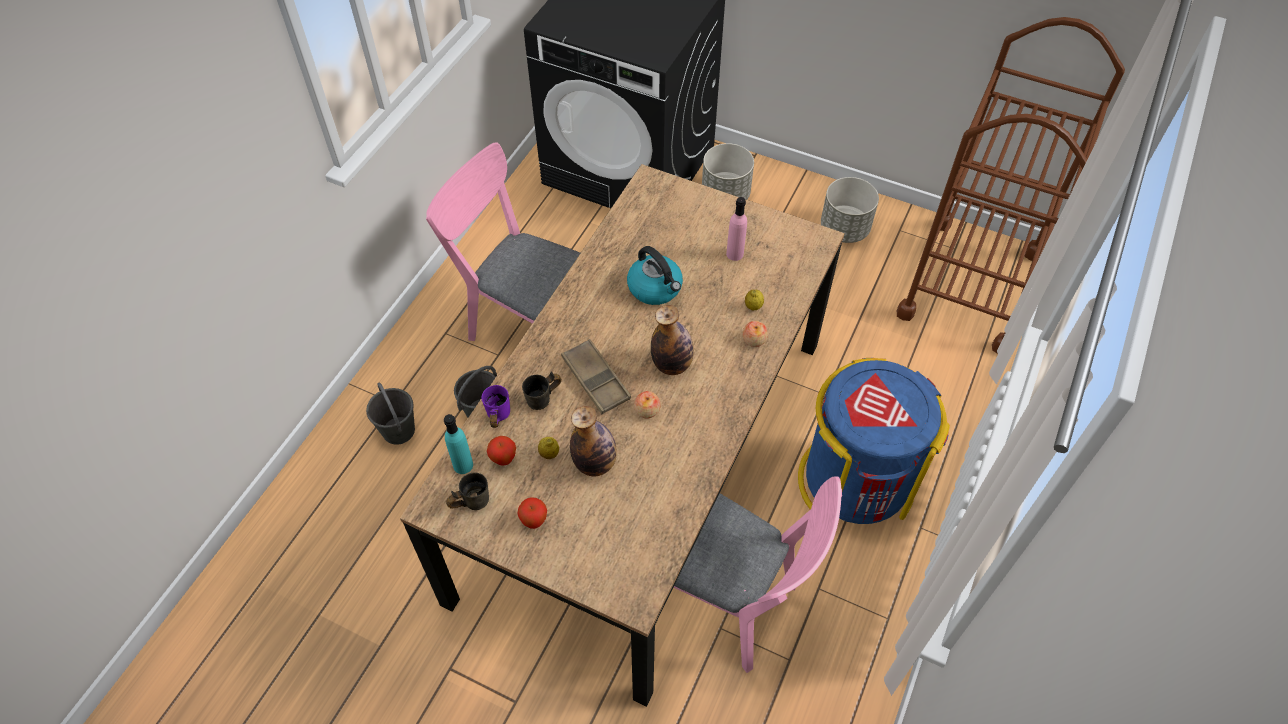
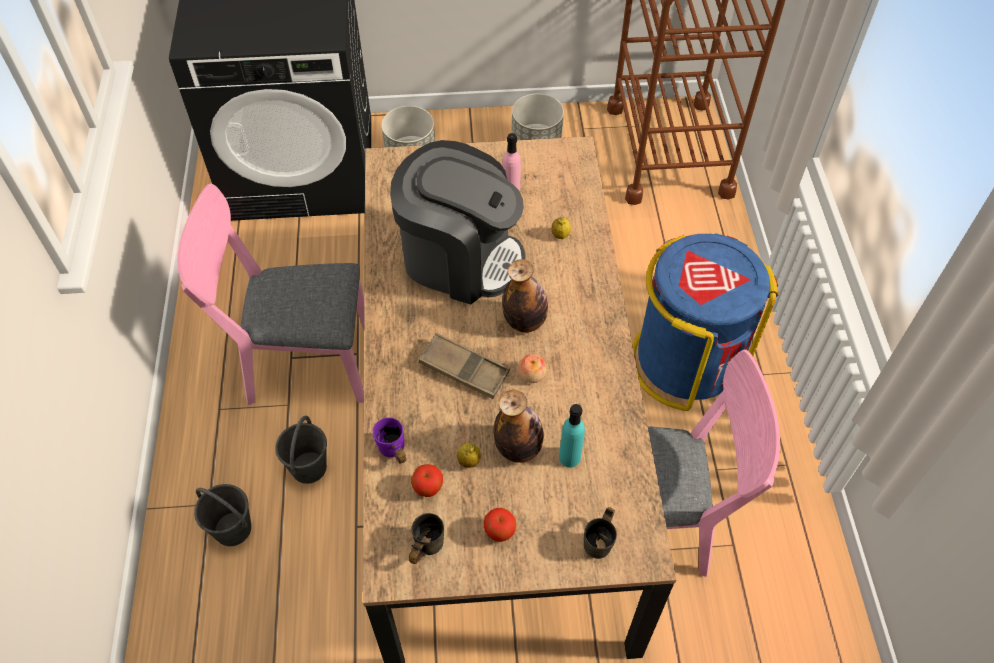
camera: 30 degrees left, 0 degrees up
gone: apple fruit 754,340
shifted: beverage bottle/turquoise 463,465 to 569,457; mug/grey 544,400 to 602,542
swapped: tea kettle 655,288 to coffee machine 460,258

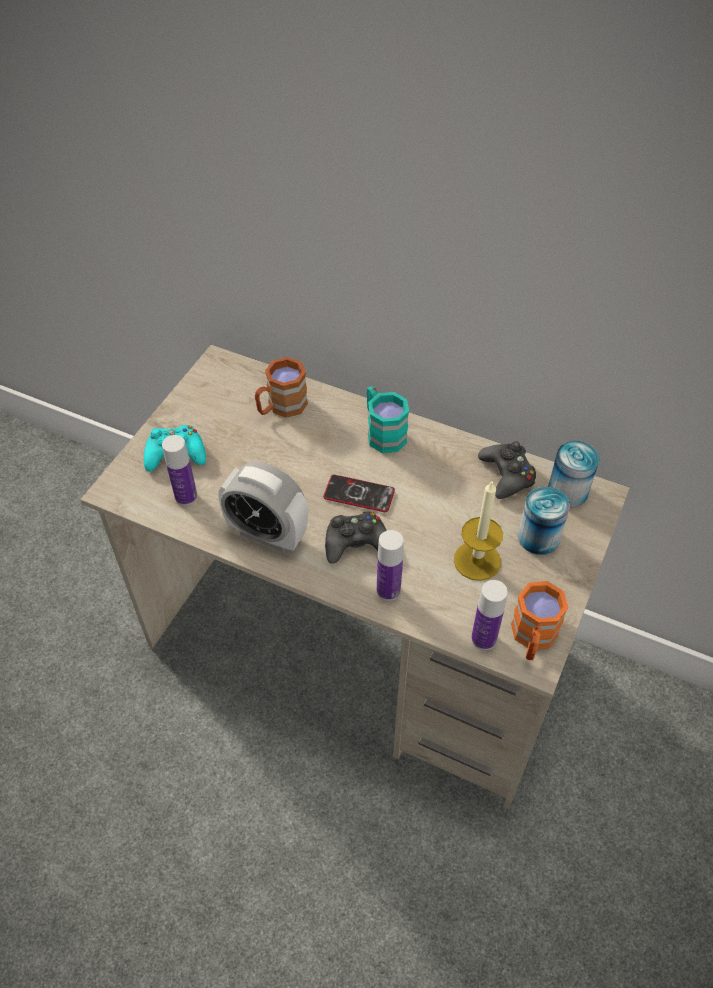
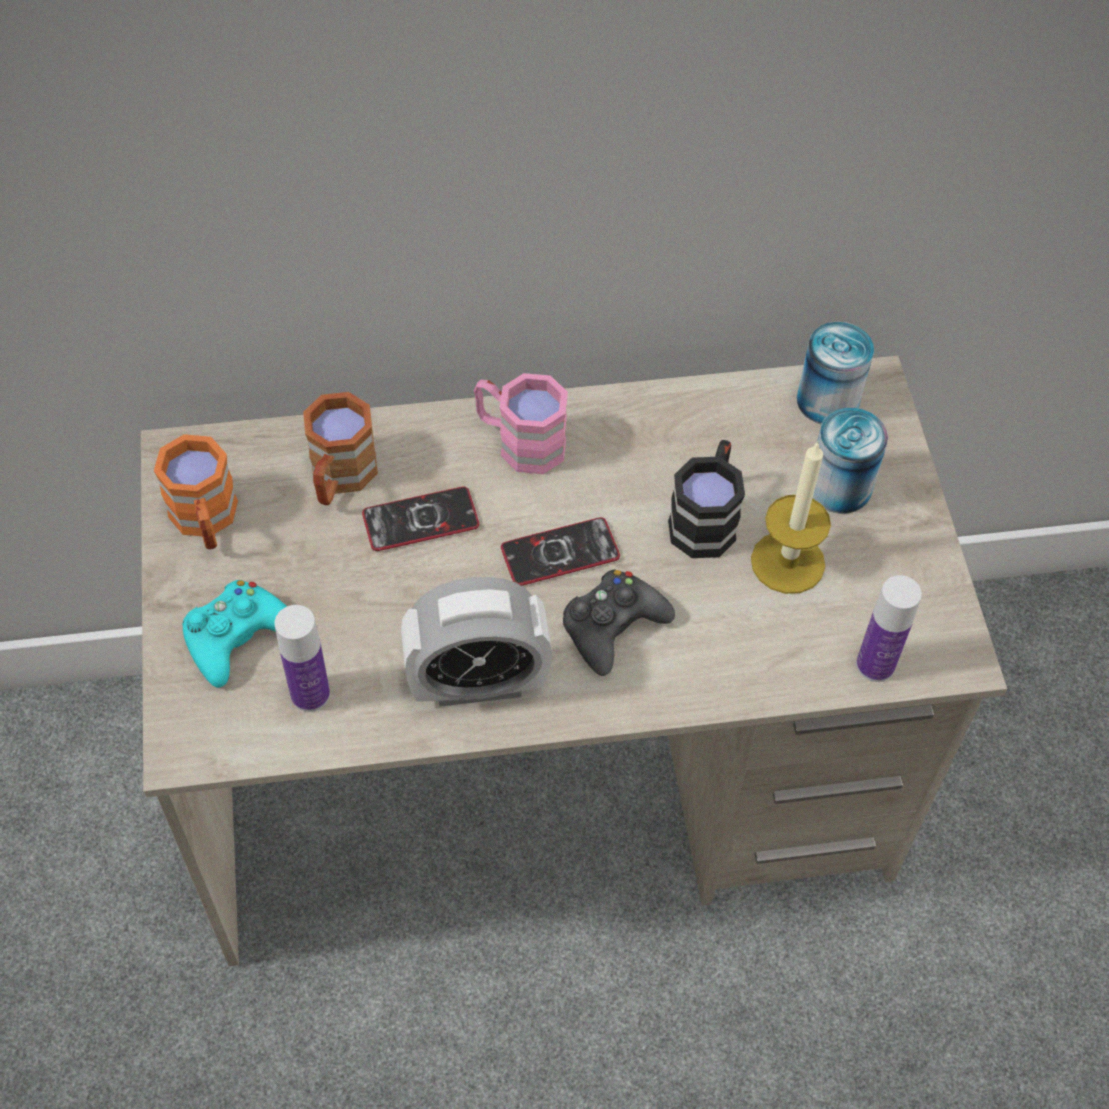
camera: 35 degrees left, 5 degrees up
gone: beverage bottle 388,590; game controller/blackish 507,475
new: phone 420,520; mug/blackish 706,517
shifted: mug/orange-coloured 532,638 to 206,521
repainted: mug/turquoise 382,432 to mug/pink 519,441

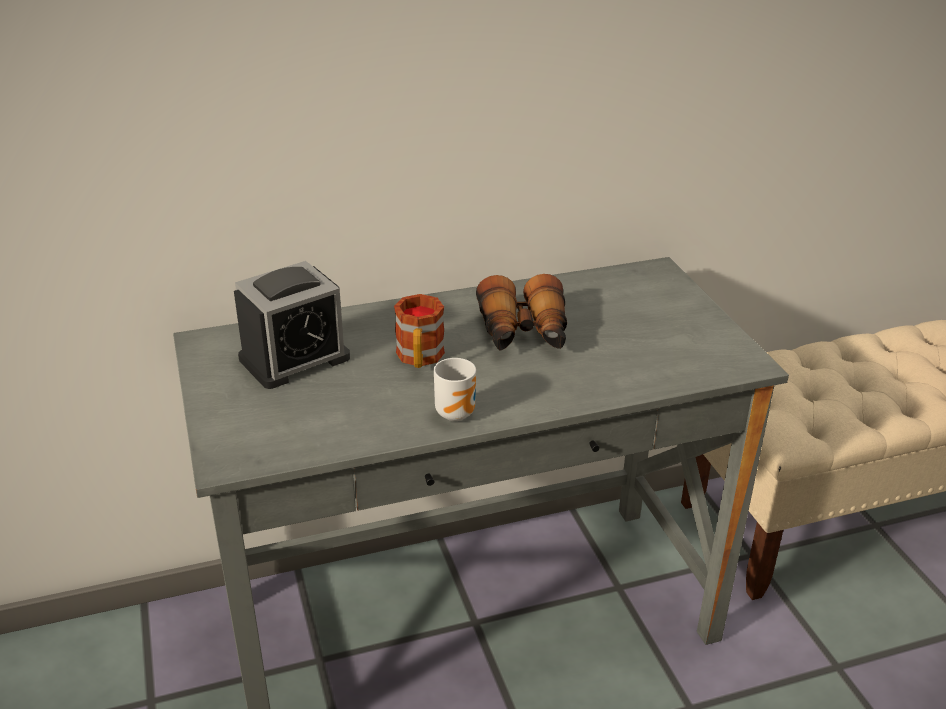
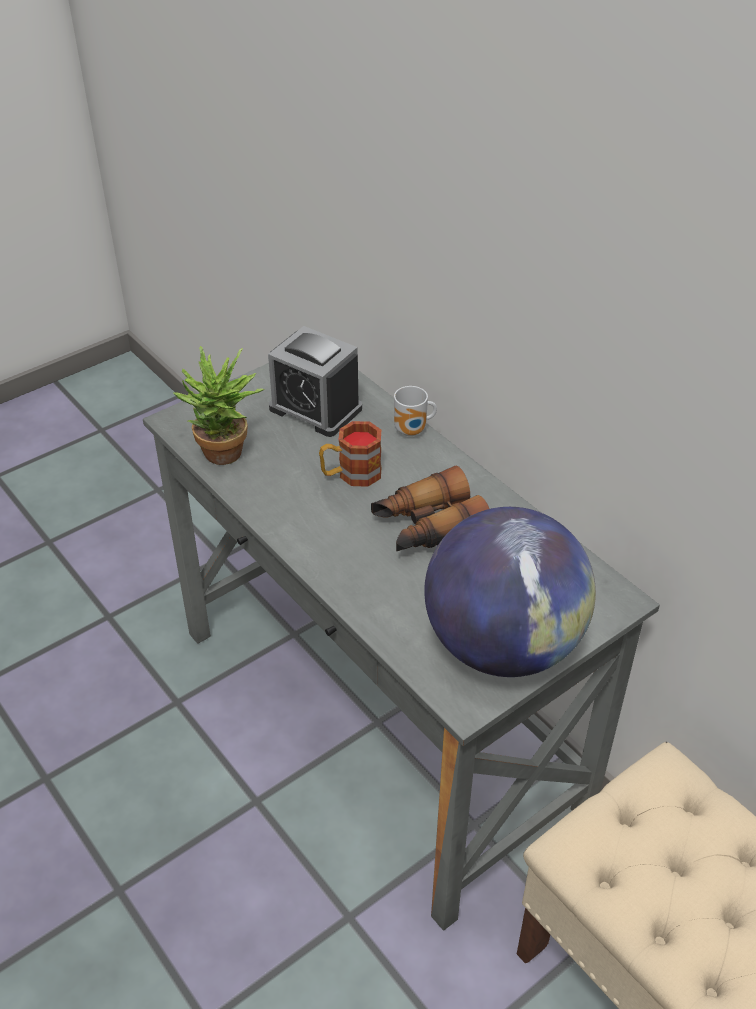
camera: 70 degrees right, 10 degrees up
new: houseplant 226,458; desk globe 502,645
shifted: mug 457,413 to 412,431

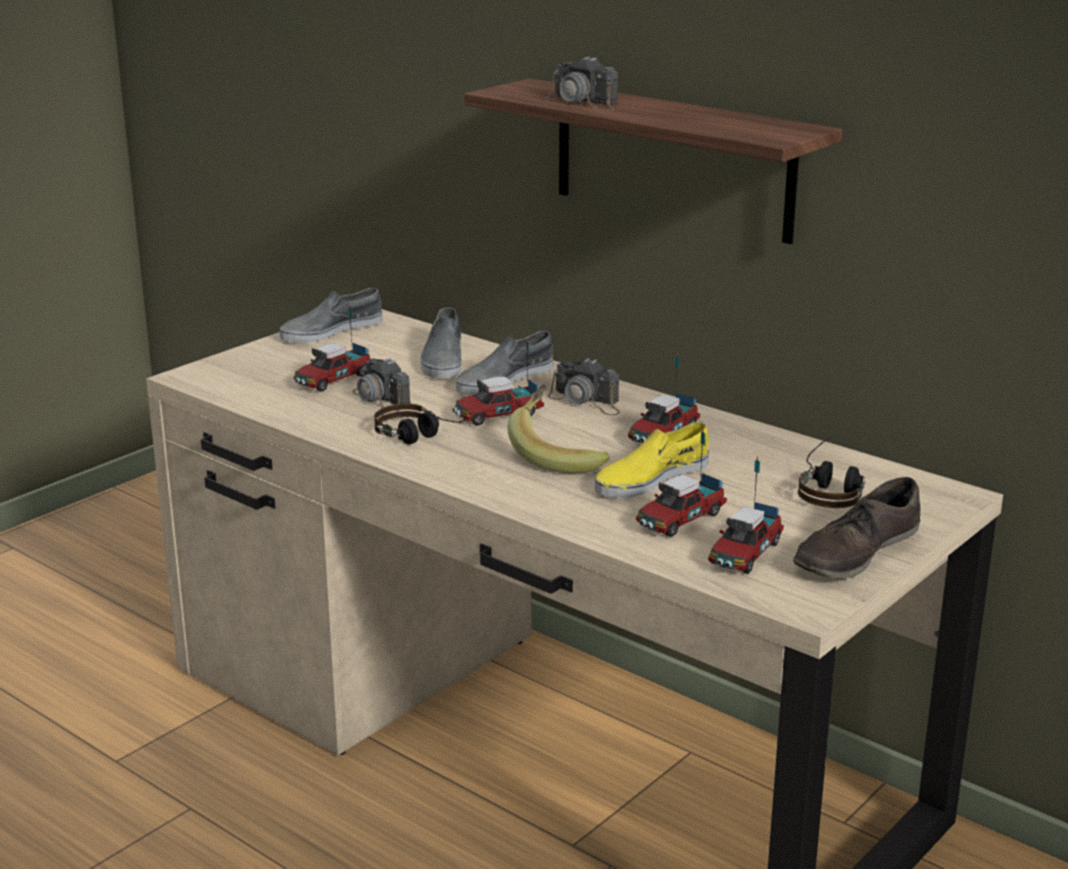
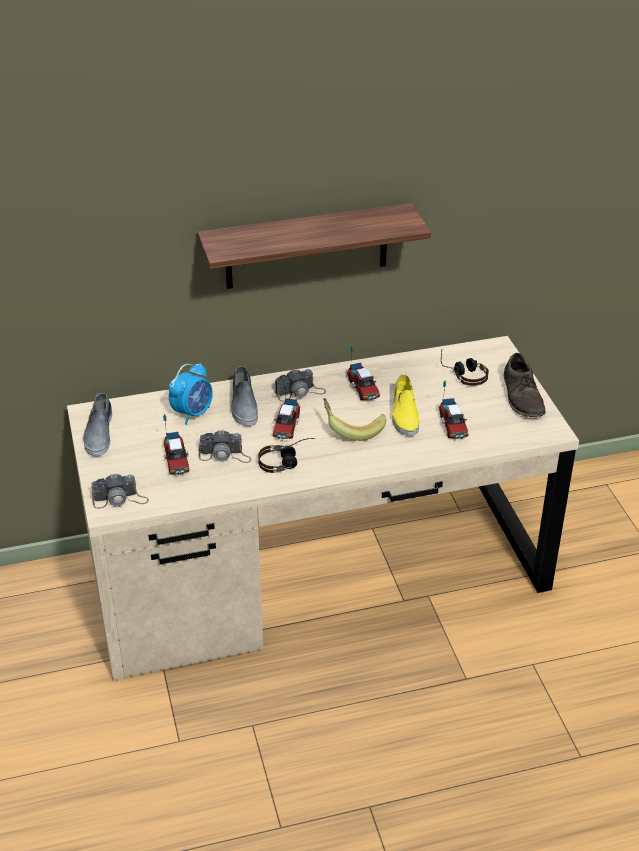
camera: 55 degrees left, 15 degrees up
gone: model truck 745,554
shifted: still camera 584,102 to 120,499
swapped: low shoe/grey 443,360 to table clock 193,413

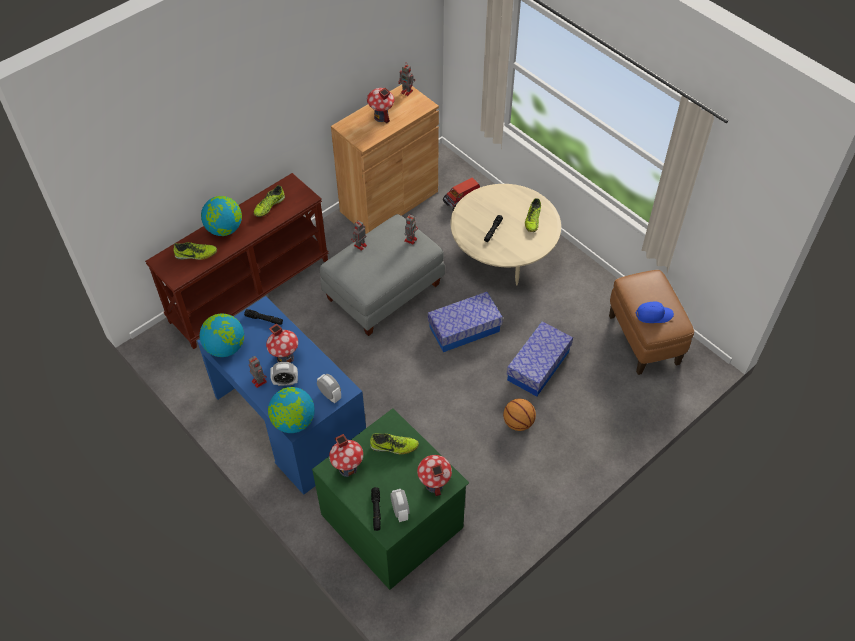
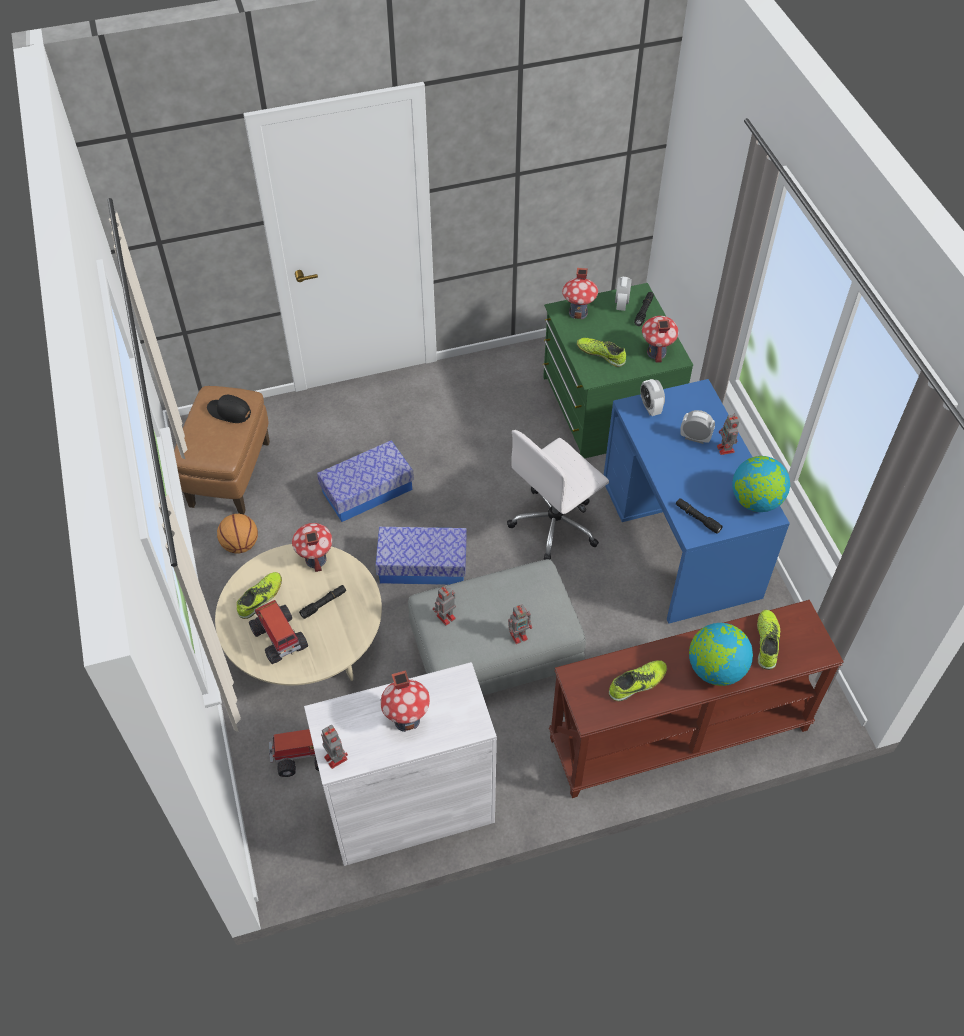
camera: 155 degrees left, 0 degrees up
gone: desk globe 293,422
new: model truck 280,639; desk chair/white-coloured 555,524
shifted: miniature house 285,358 to 315,559; basketball ball 518,422 to 240,545
repainted: cabinet/brown 389,201 to cabinet/white-coloured 410,808; cap/bluish 654,315 to cap/blackish 229,412
rotated: low shoe 196,255 = 767,642 75 degrees clockwise

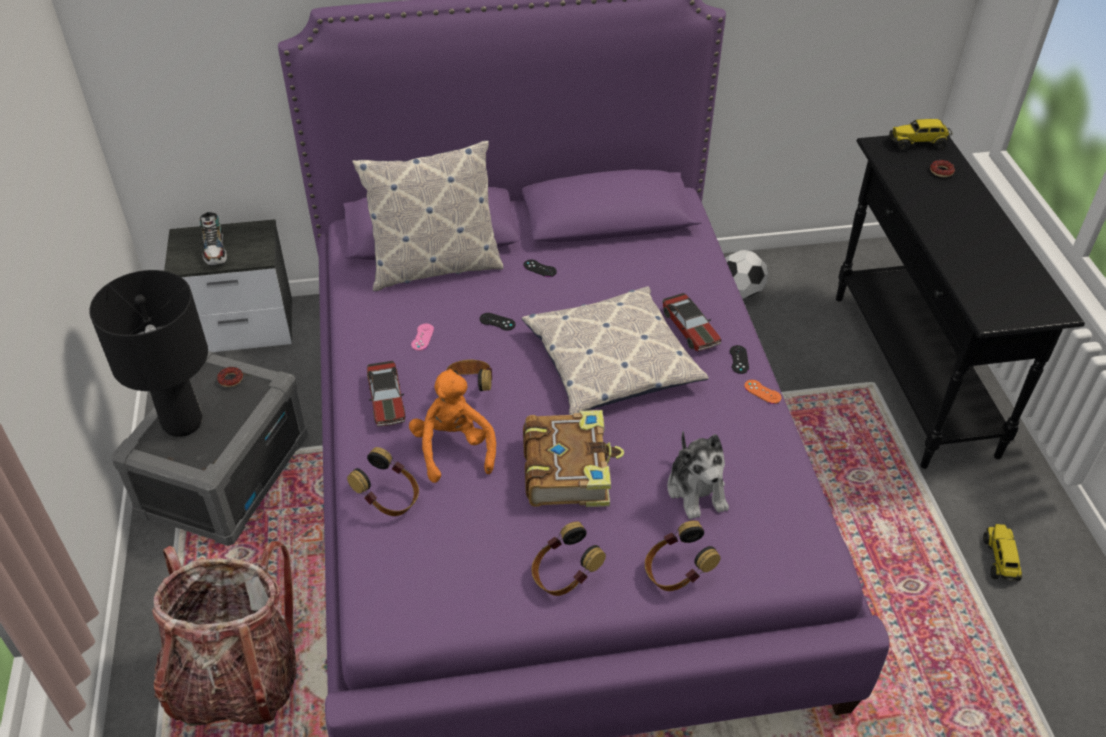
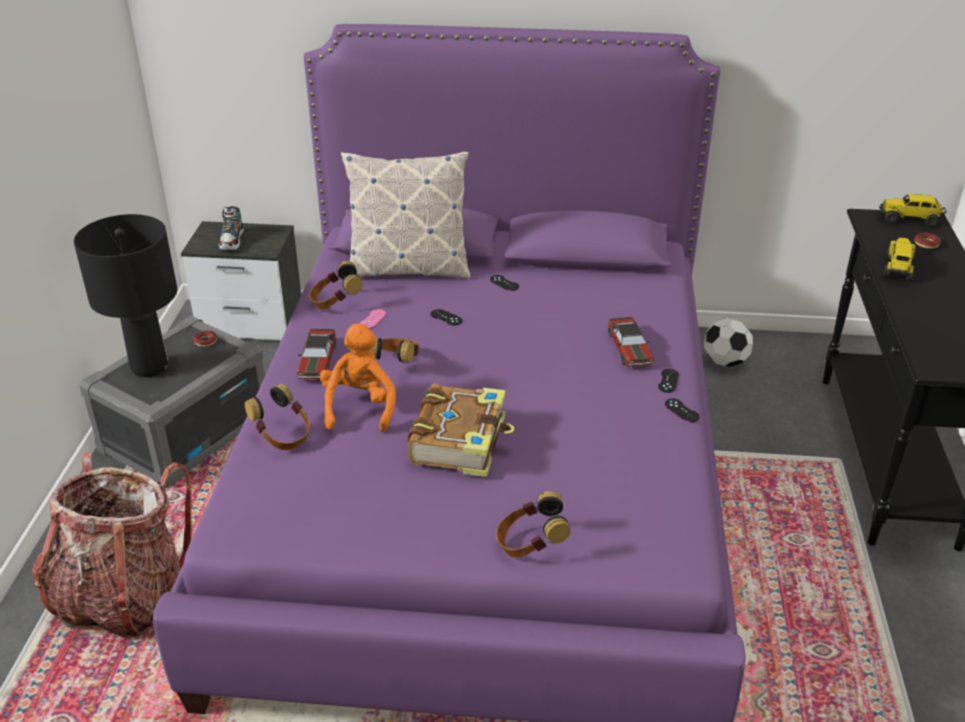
camera: 15 degrees right, 10 degrees down
gone: cushion 611,361; plush toy 697,490
shifted: pair of headphones 564,576 to 335,303; model truck 1000,560 to 898,268
repainted: game controller/orange-coloured 762,392 to game controller/blackish 681,410

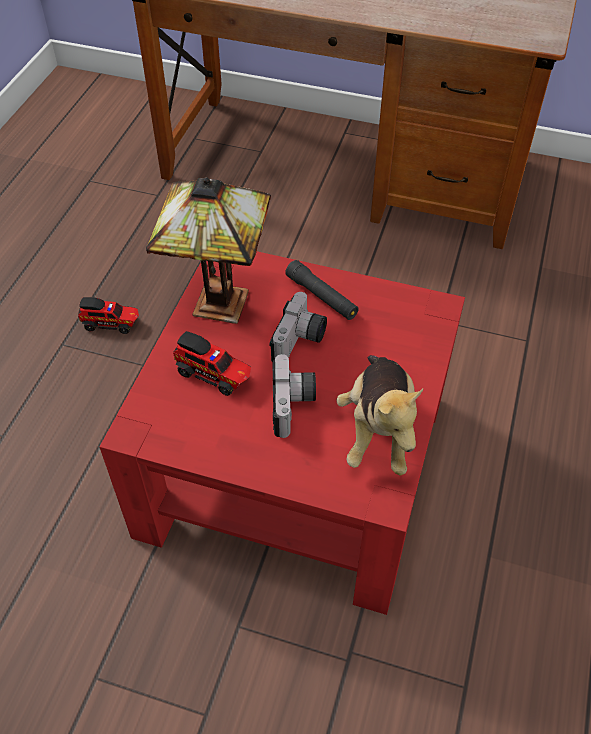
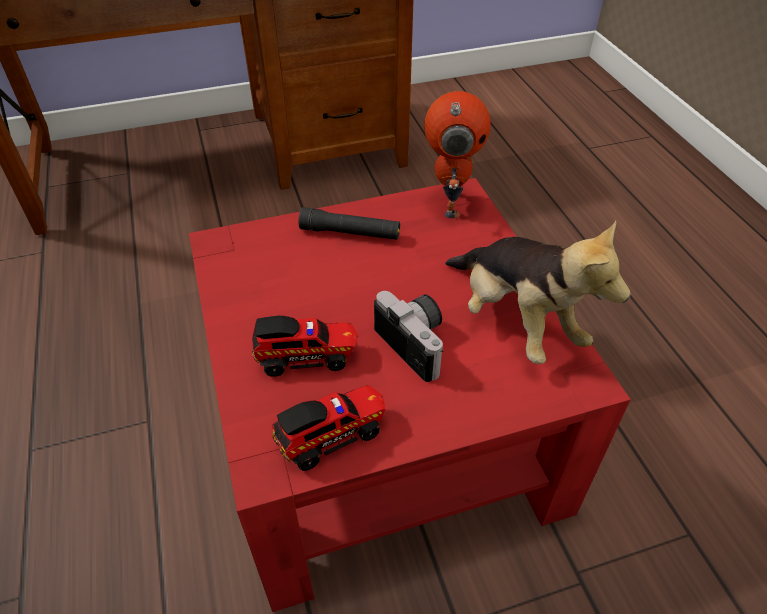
camera: 35 degrees left, 5 degrees down
gone: lamp for a table 216,305; still camera 300,342
new: toy robot 449,203
shifted: model truck 111,323 to 332,435

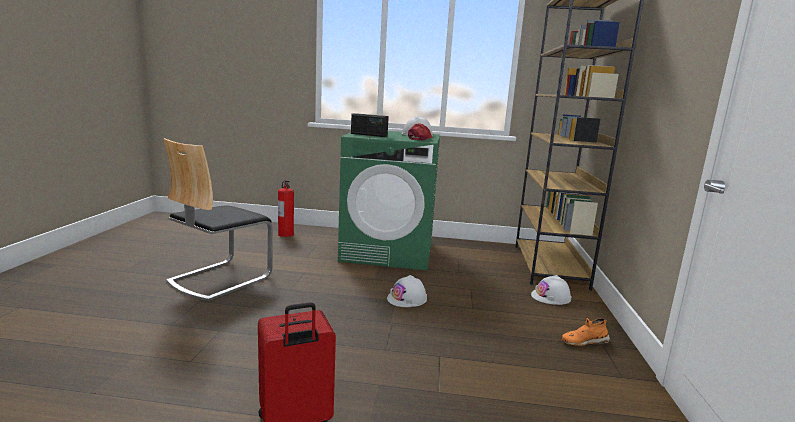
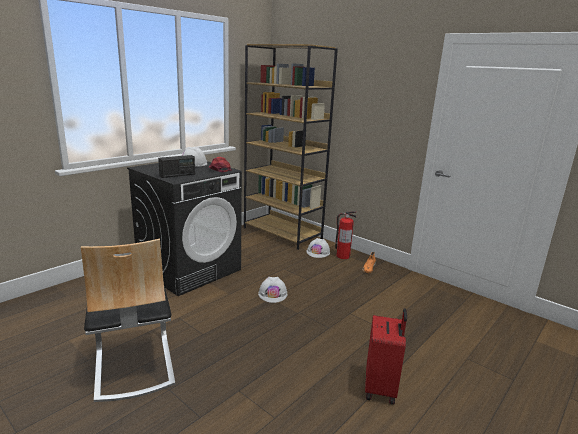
camera: 55 degrees left, 5 degrees up
shifted: extinguisher 285,234 to 342,256
repainted: washing machine/green-coloured 388,252 to washing machine/blackish 190,269

